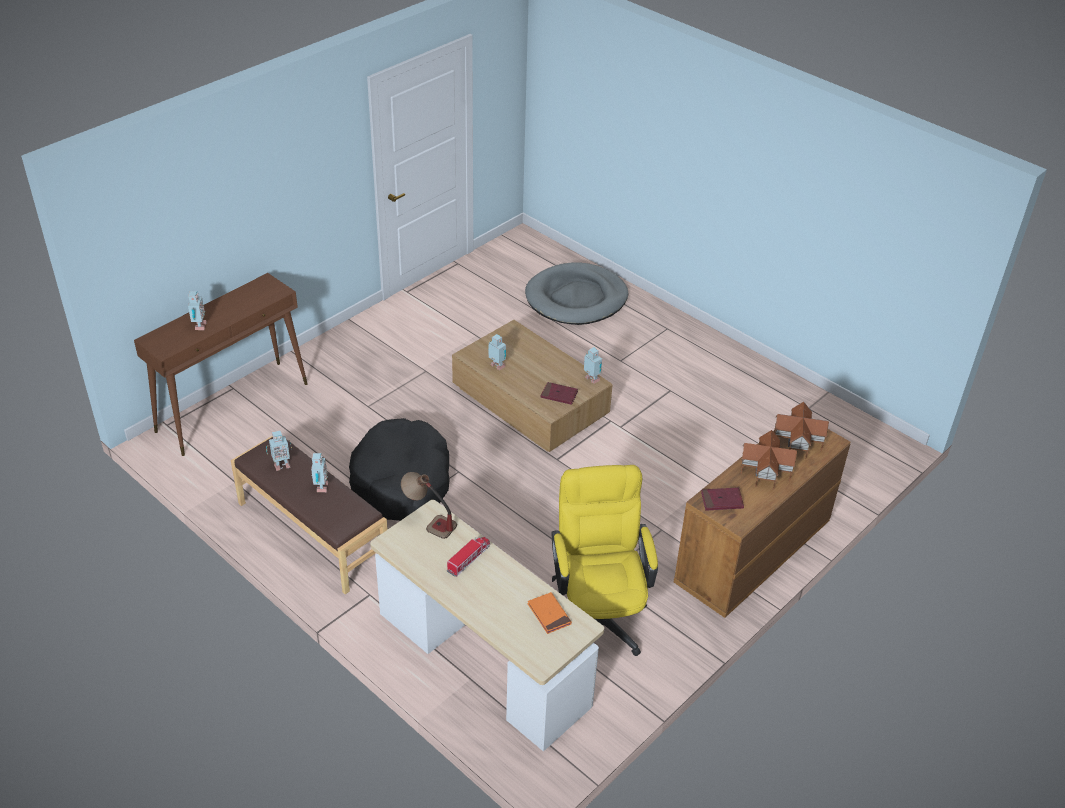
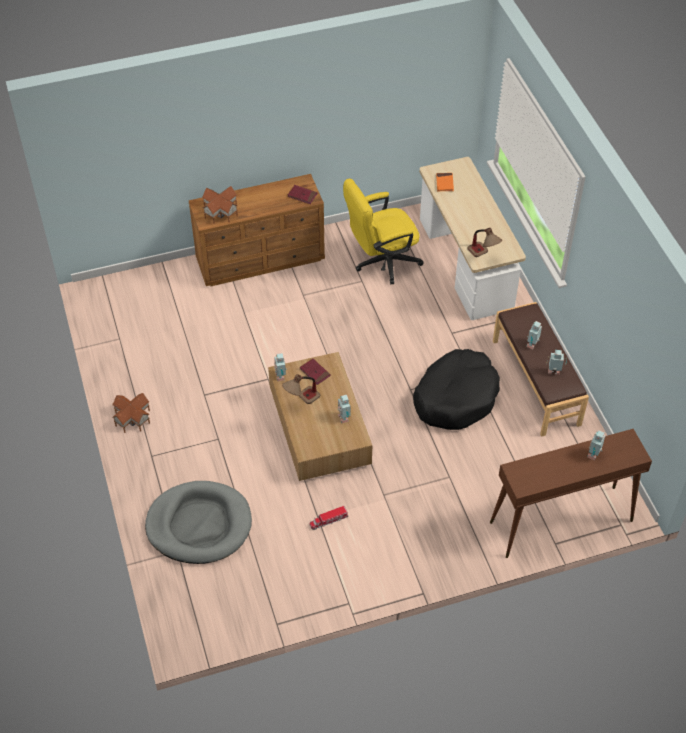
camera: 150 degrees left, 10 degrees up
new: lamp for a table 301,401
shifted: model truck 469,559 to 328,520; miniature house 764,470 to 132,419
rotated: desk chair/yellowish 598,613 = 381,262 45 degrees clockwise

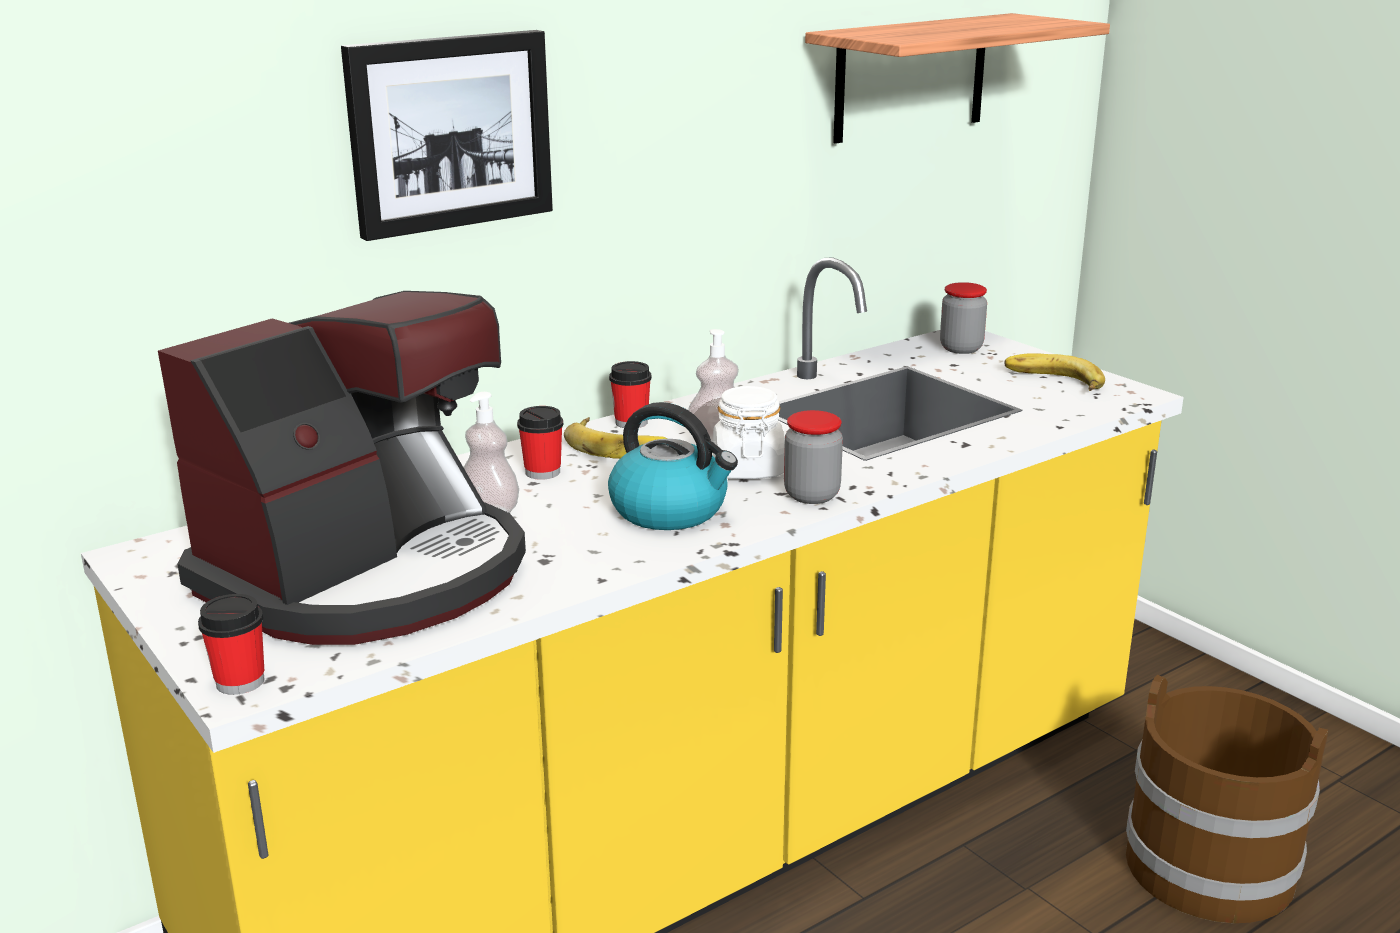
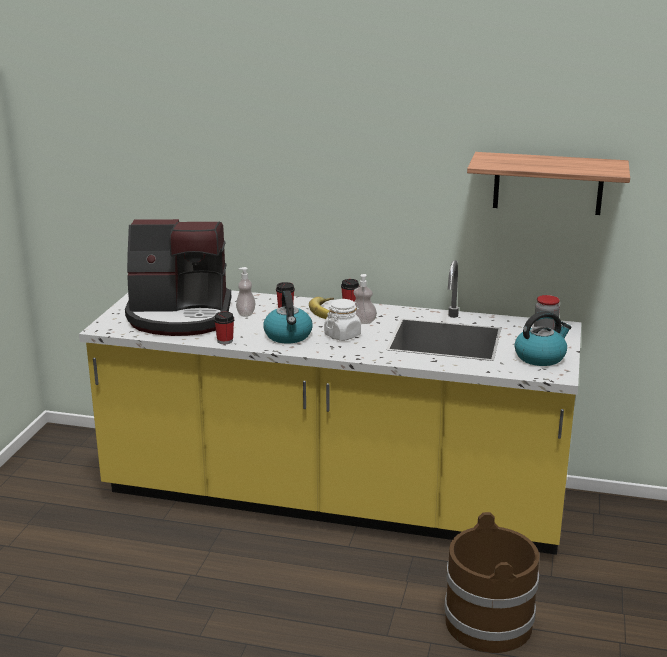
camera: 50 degrees right, 0 degrees up
gone: wall art 449,132; storage jar 811,495
shifted: cup 240,681 to 225,341
swapped: banana fruit 1052,381 to tea kettle 540,357

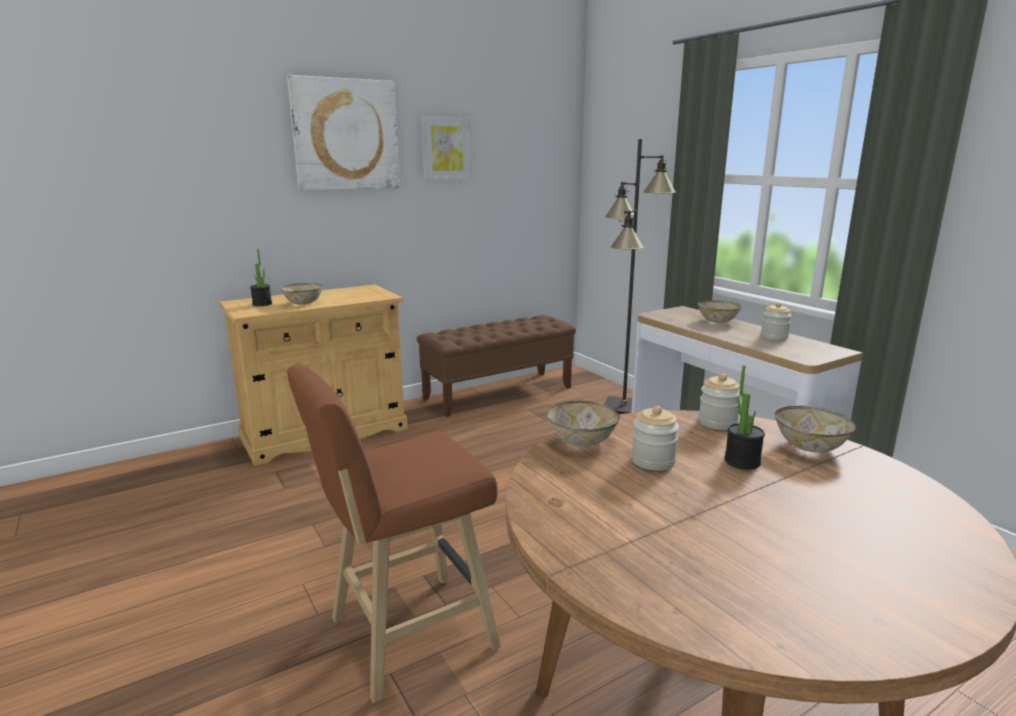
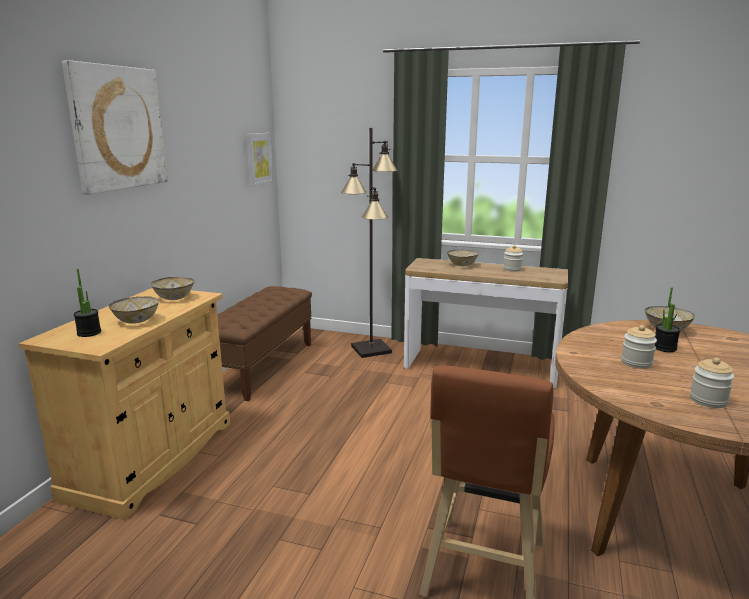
camera: 40 degrees left, 0 degrees up
shifted: wall art 445,148 to 258,159; bowl 582,441 to 174,298; storage jar 717,422 to 708,400

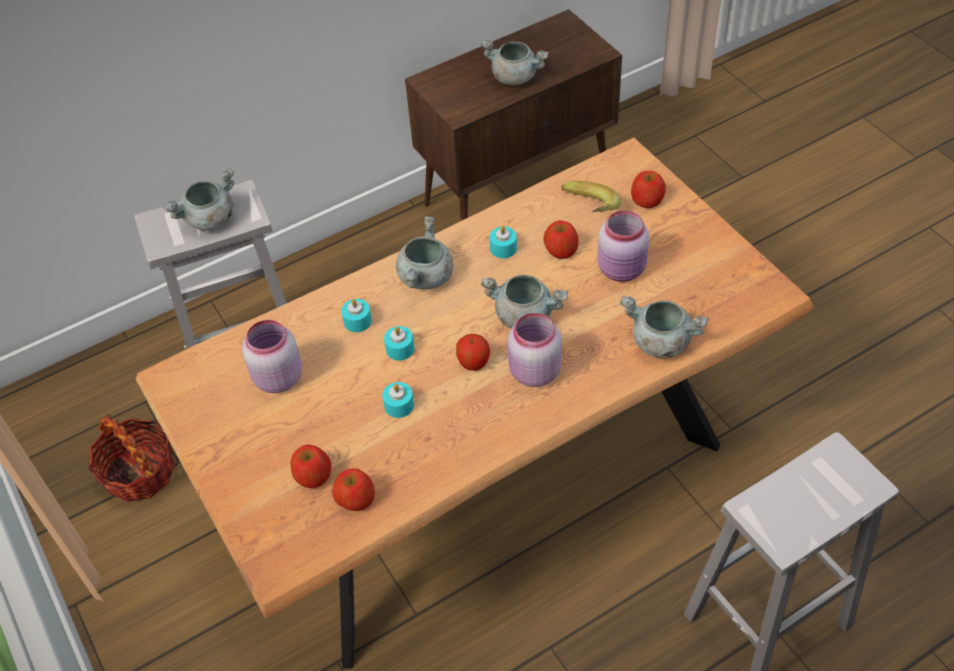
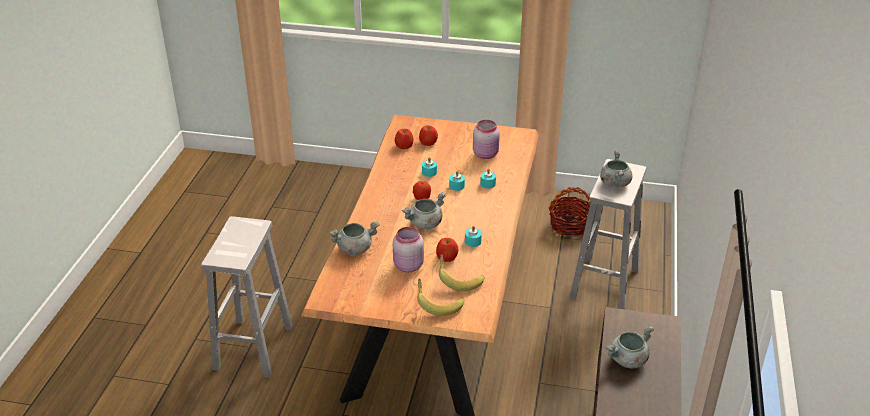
camera: 130 degrees right, 15 degrees down
gone: stockpot/grey 426,278; storage jar/pink 533,372
swapped: apple fruit 647,199 to banana fruit 438,304

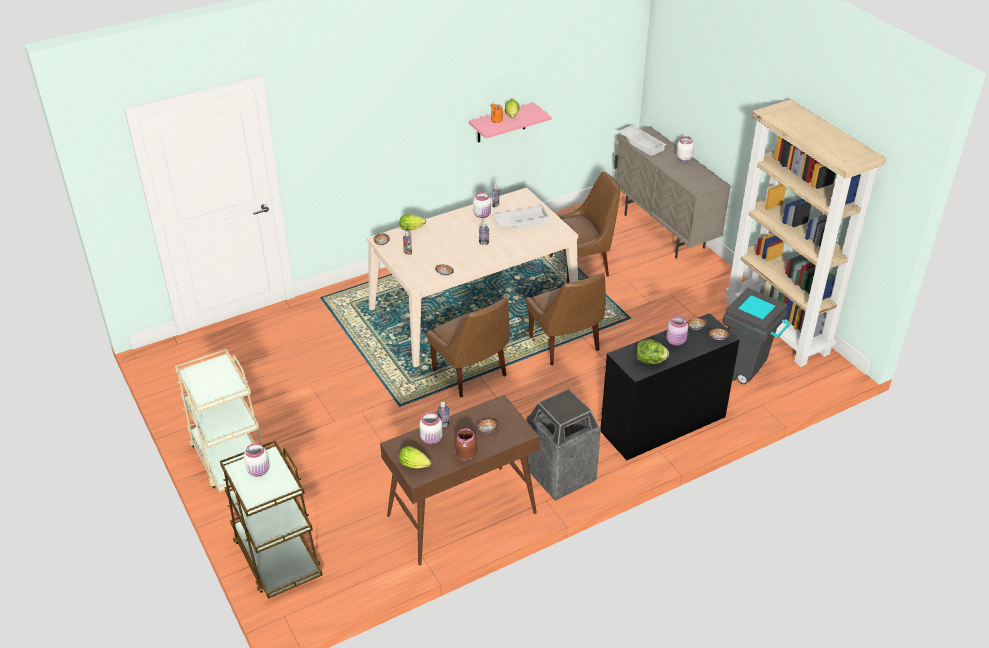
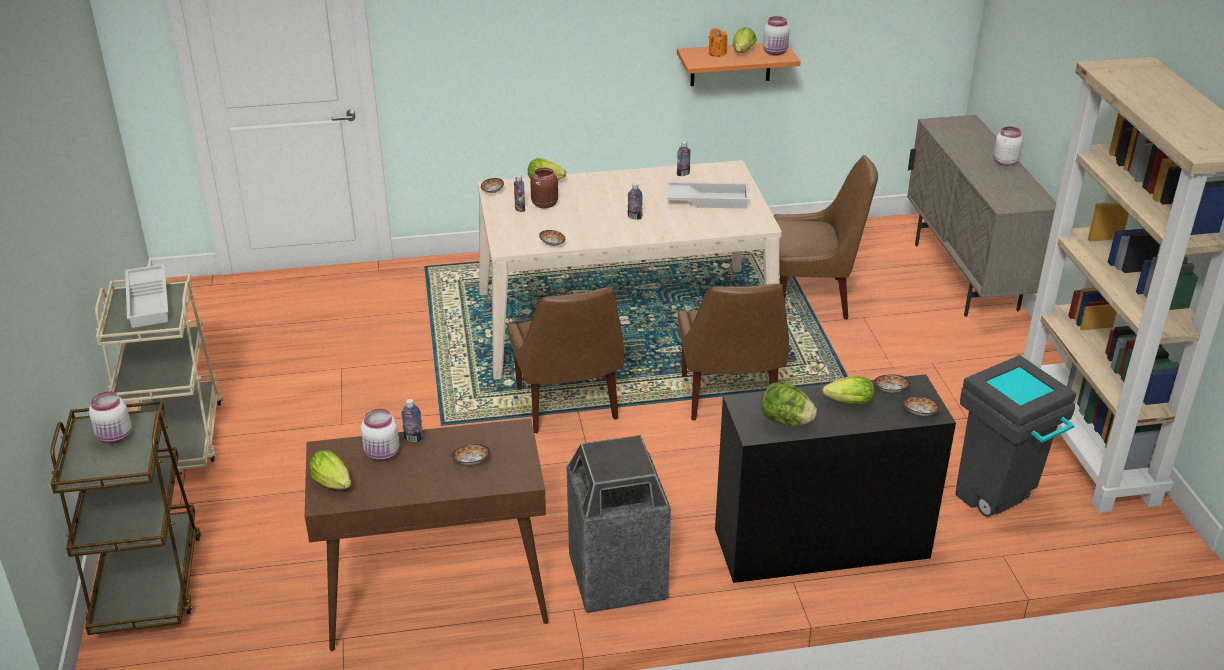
camera: 20 degrees right, 5 degrees down
shifted: storage jar/brown 465,455 to 544,204; storage jar/white-coloured 482,215 to 775,52; serving tray/white-coloured 642,143 to 150,301
swapped: storage jar/pink 676,341 to lettuce head 846,403
repainted: shelf/pink 501,123 to shelf/orange-coloured 730,64

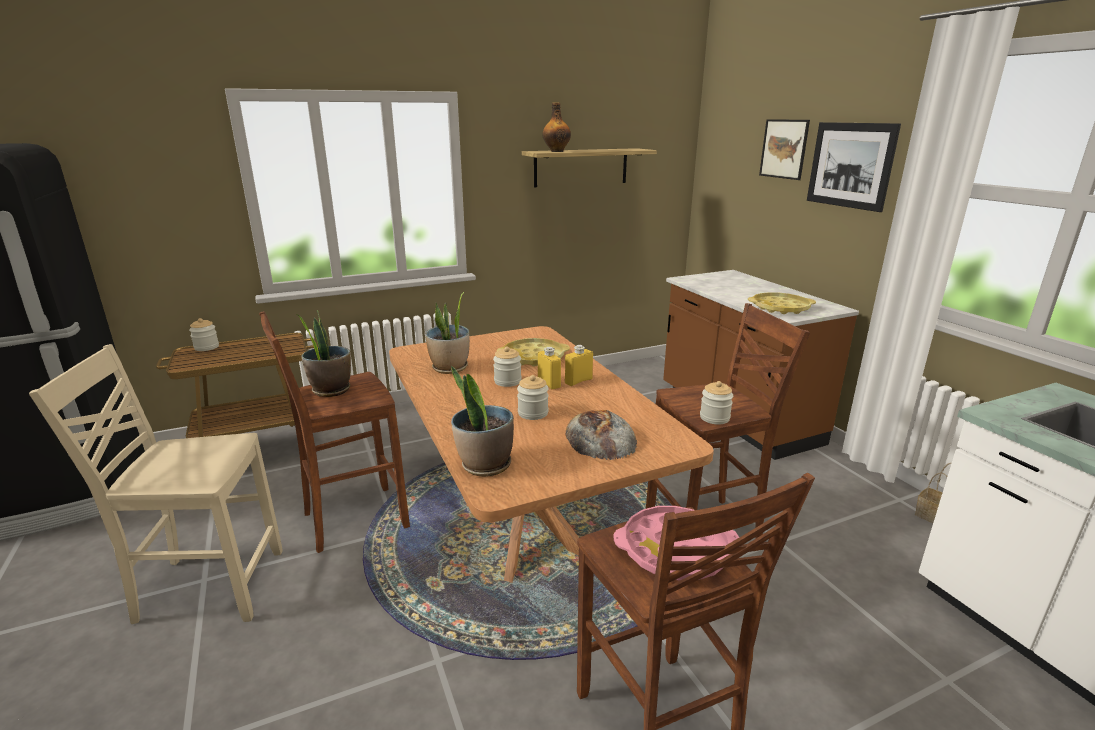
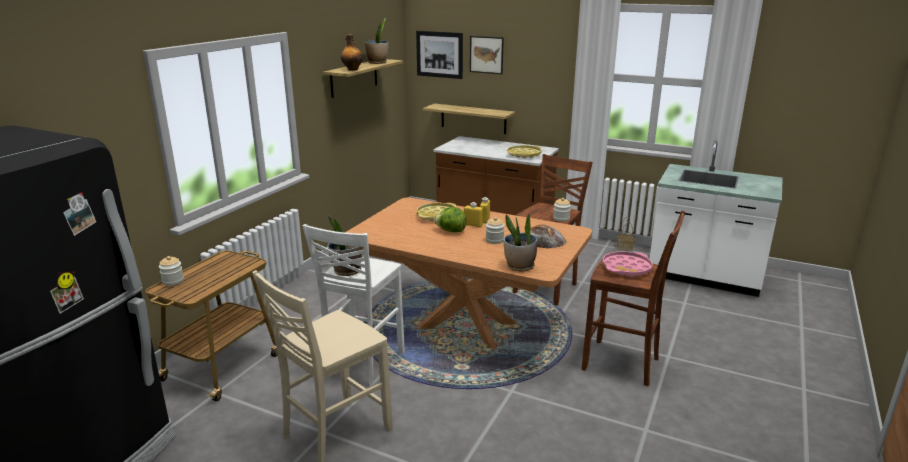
camera: 40 degrees left, 0 degrees up
new: shelf 473,118
shifted: houseplant 450,368 to 377,62; wall art 850,165 to 439,54
swapped: storage jar 507,381 to lettuce head 451,231
repainted: stool seat/brown 352,519 to stool seat/white-coloured 362,365

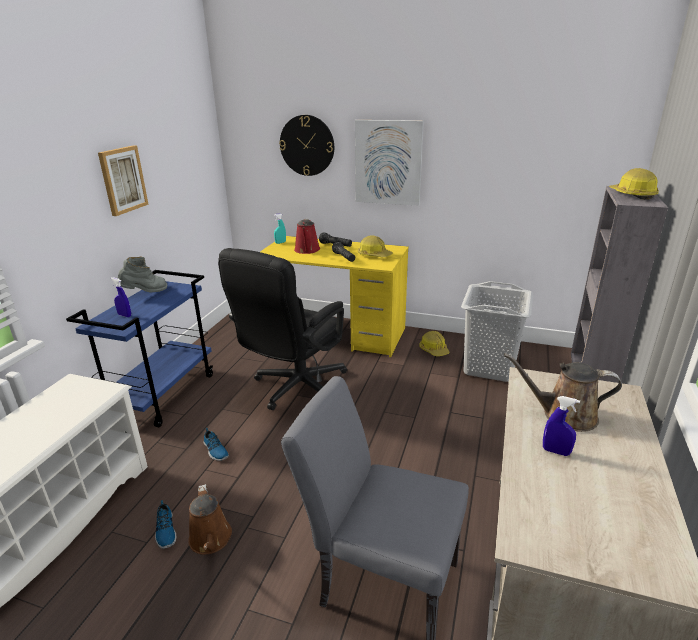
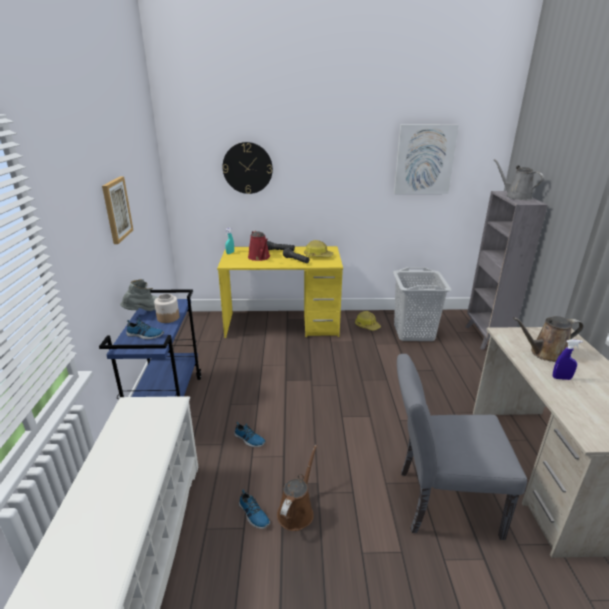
camera: 20 degrees left, 0 degrees up
gone: desk chair/blackish 294,389
new: storage jar 168,318
shifted: wall art 388,162 to 424,159
swapped: spray bottle/bluish 124,315 to low shoe 145,335; work helmet 632,195 to watering can/grey 516,197
rotated: watering can/brown 210,540 = 297,511 120 degrees counterclockwise

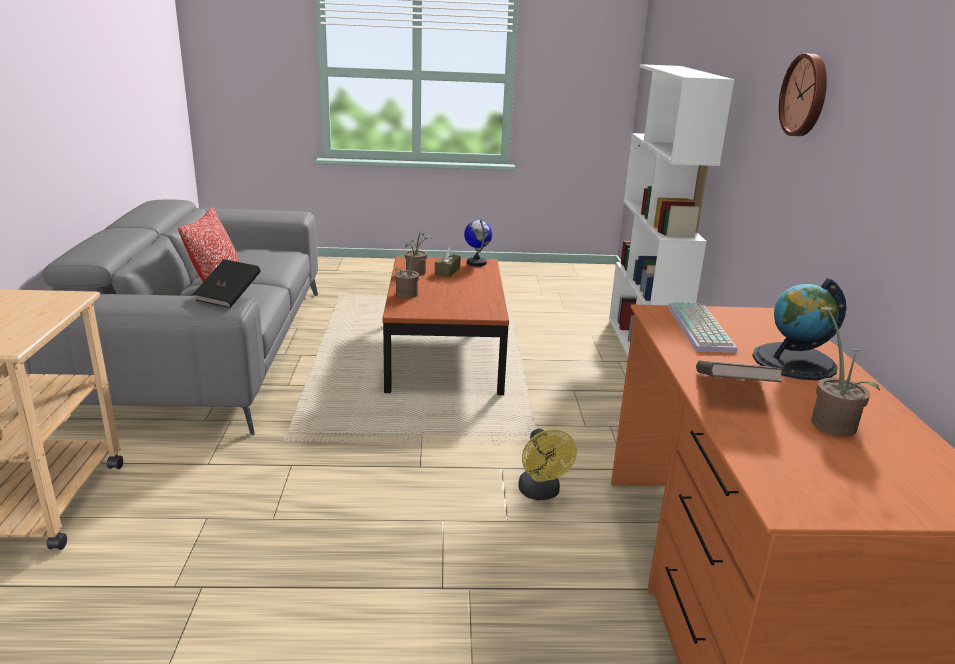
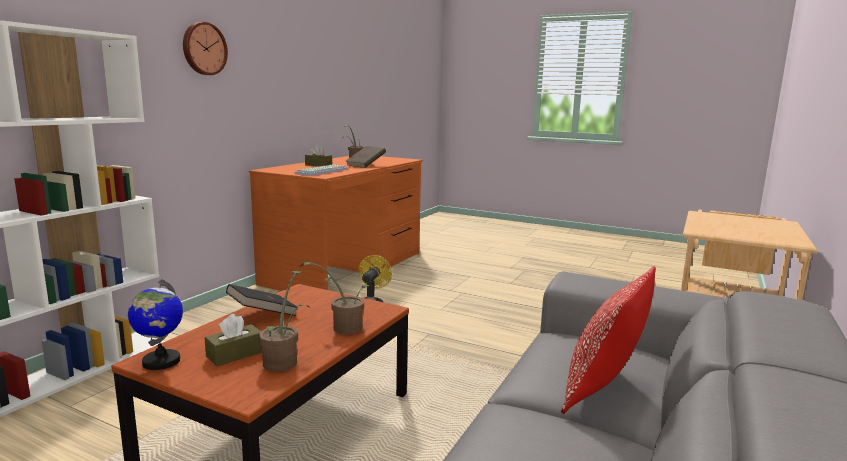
camera: 150 degrees left, 10 degrees down
shifted: book/blackish 229,297 to 262,314
swapped: desk globe 794,361 to tissue box/brown 318,165

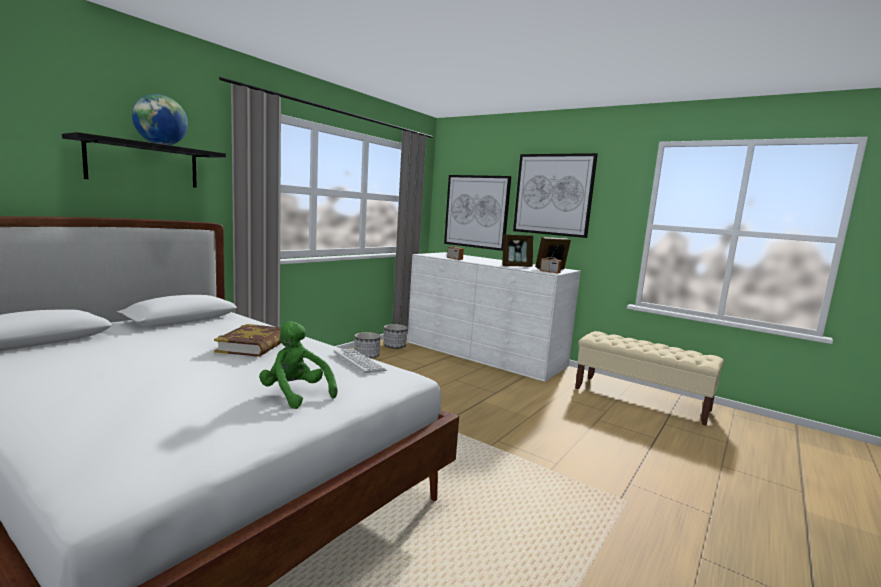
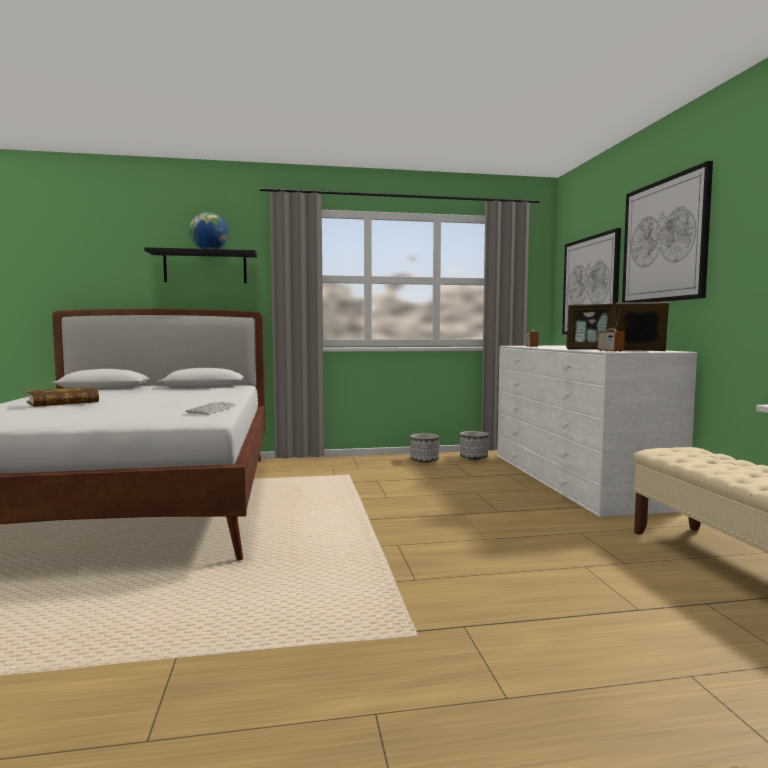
camera: 45 degrees right, 5 degrees down
gone: plush toy/green-coloured 295,394
shifted: book 254,345 to 63,402

